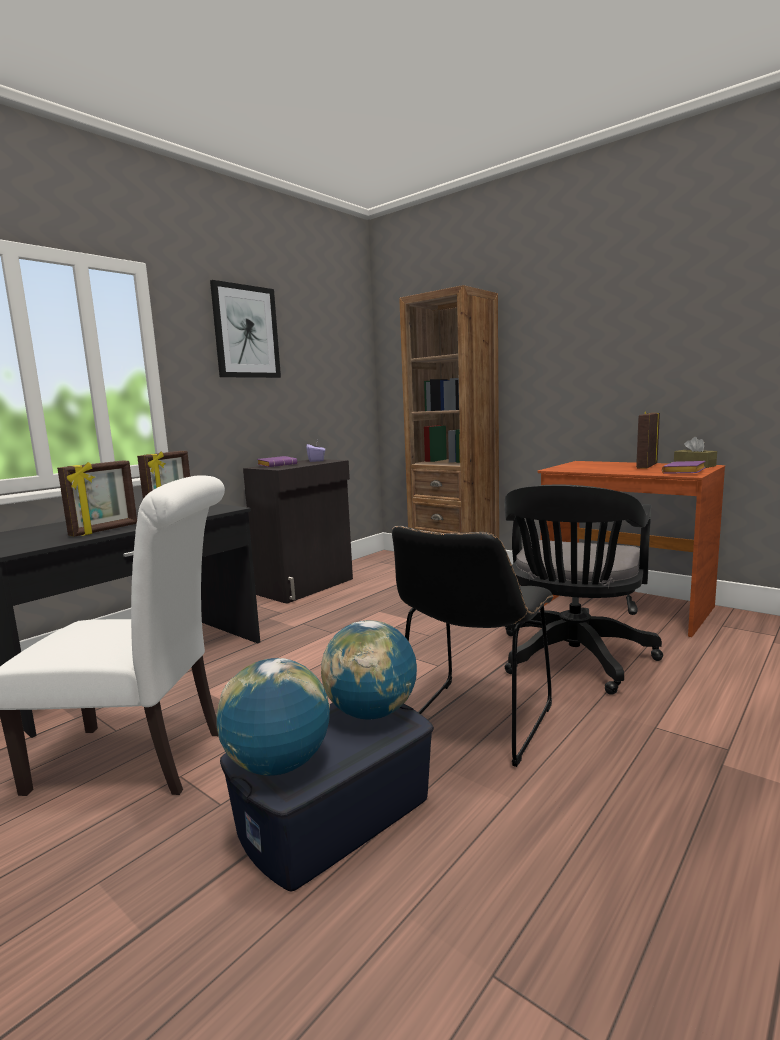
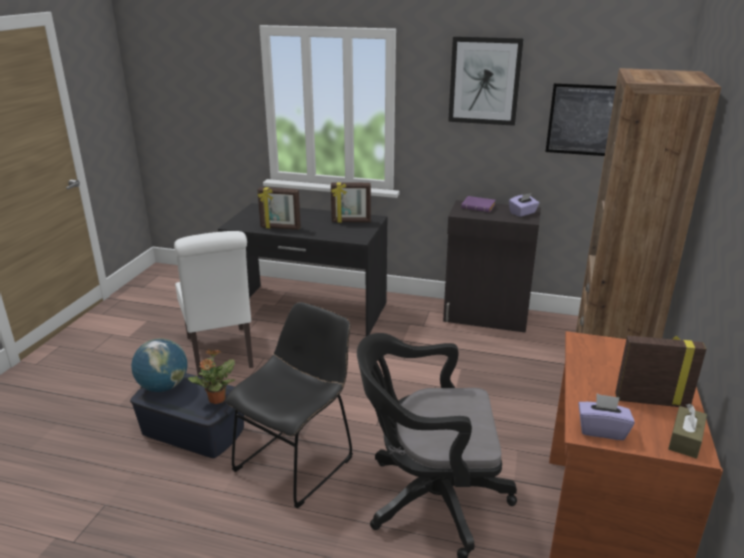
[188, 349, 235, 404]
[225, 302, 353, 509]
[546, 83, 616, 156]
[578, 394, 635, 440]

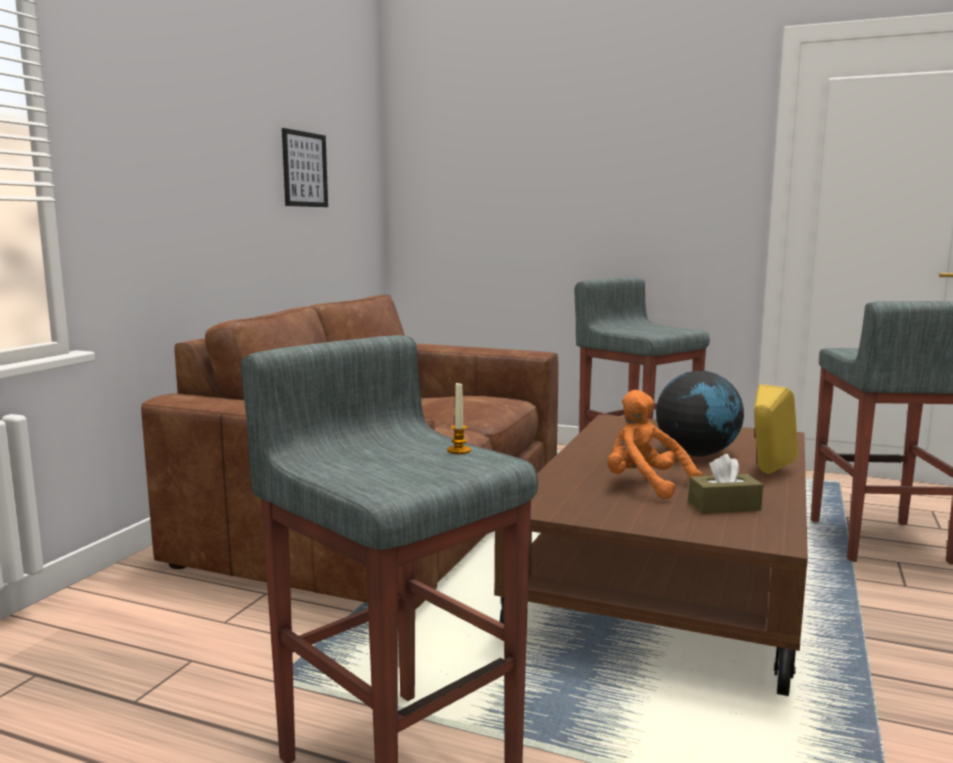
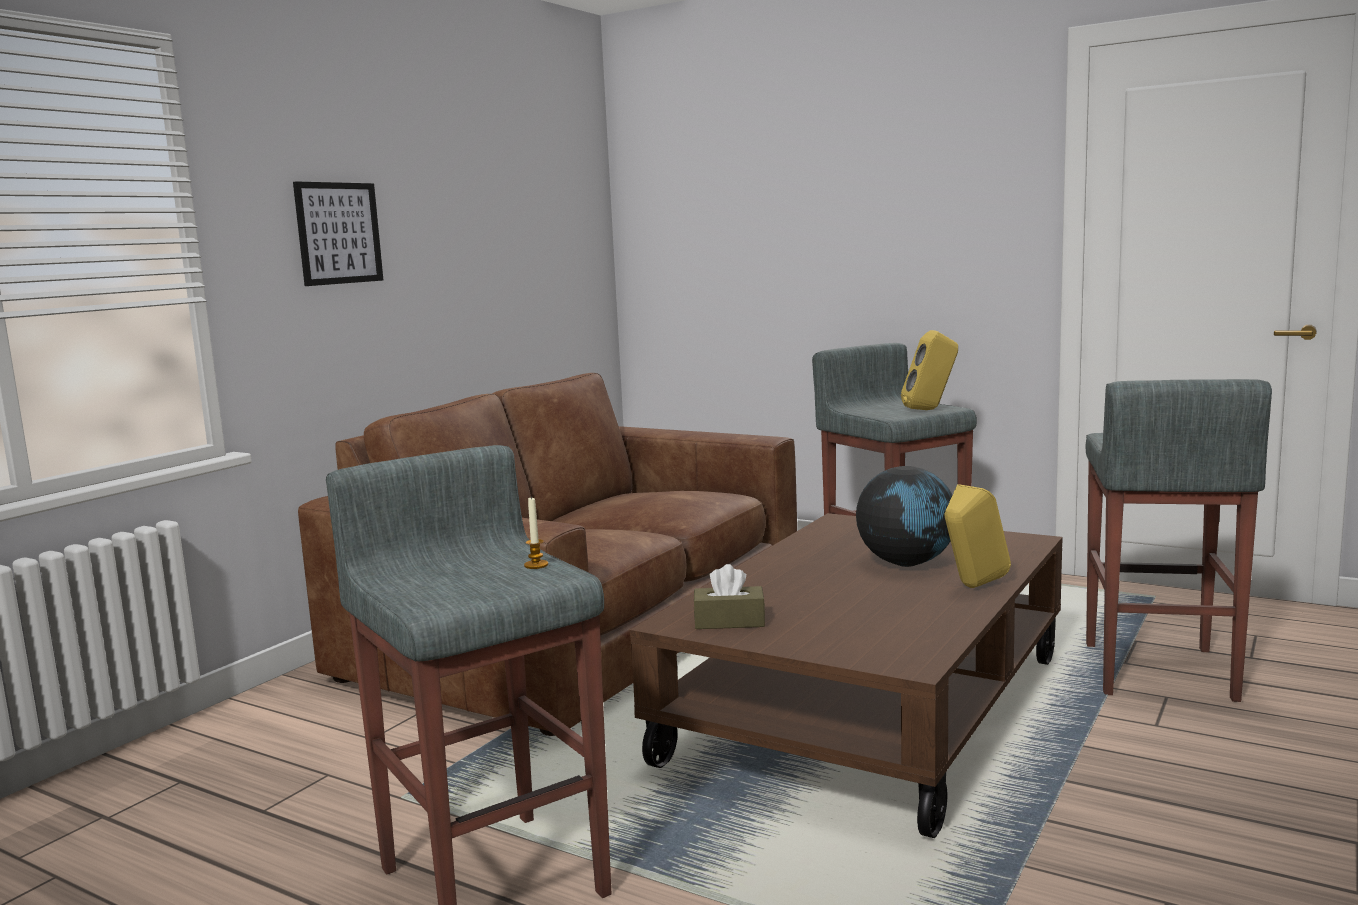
[293, 181, 383, 286]
[694, 564, 765, 629]
[901, 330, 958, 410]
[607, 390, 702, 499] (first image)

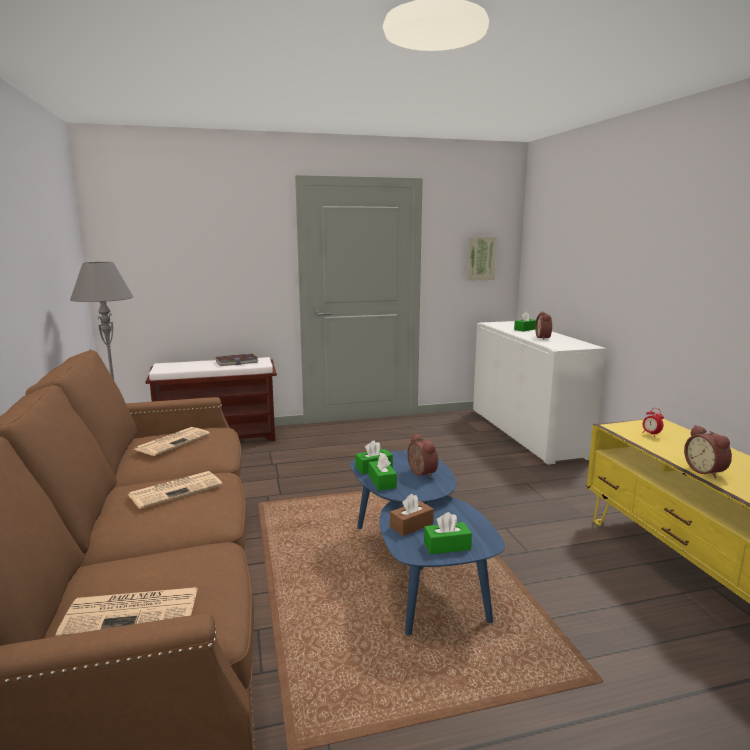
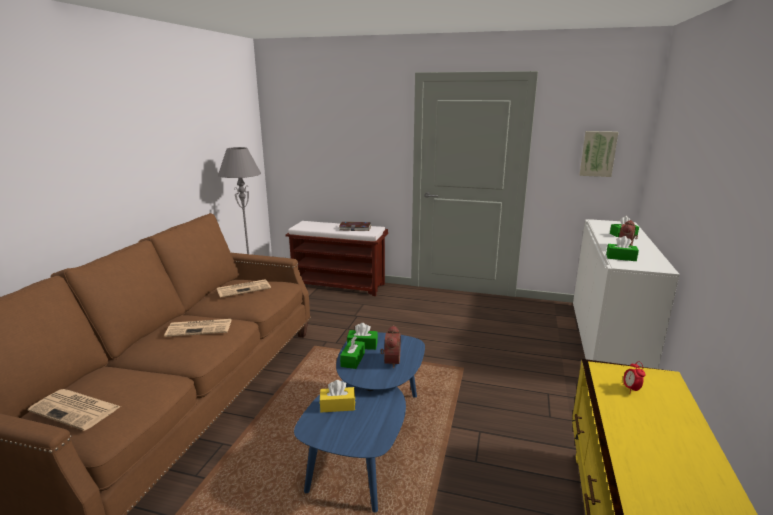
[320, 380, 355, 413]
[606, 236, 639, 261]
[684, 425, 732, 478] (first image)

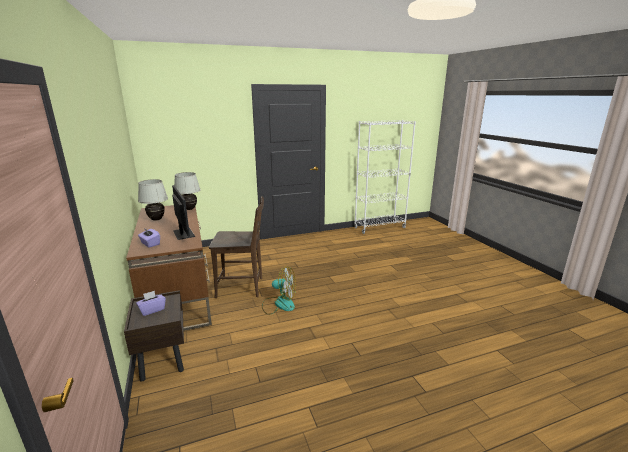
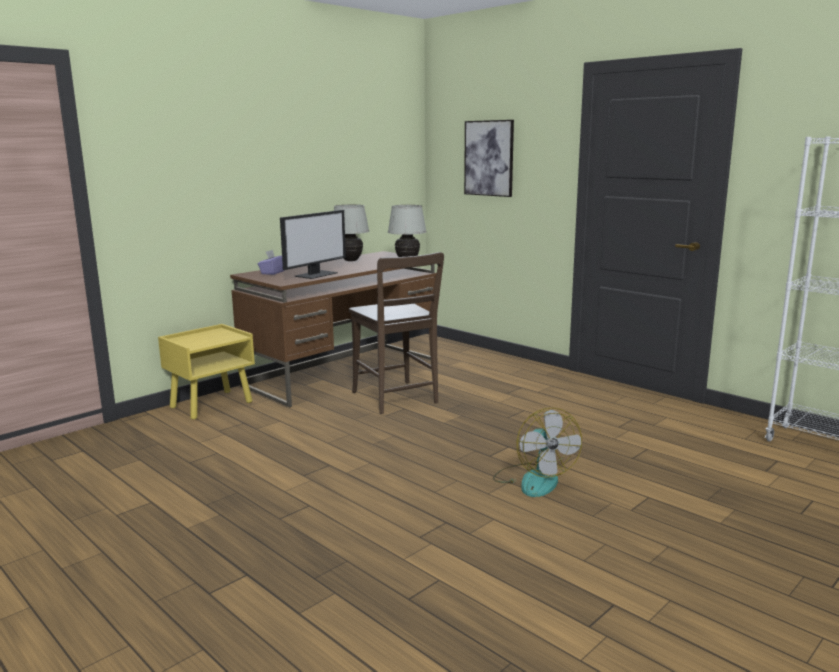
[158, 324, 255, 419]
[464, 120, 514, 197]
[493, 408, 582, 497]
[136, 291, 166, 316] (first image)

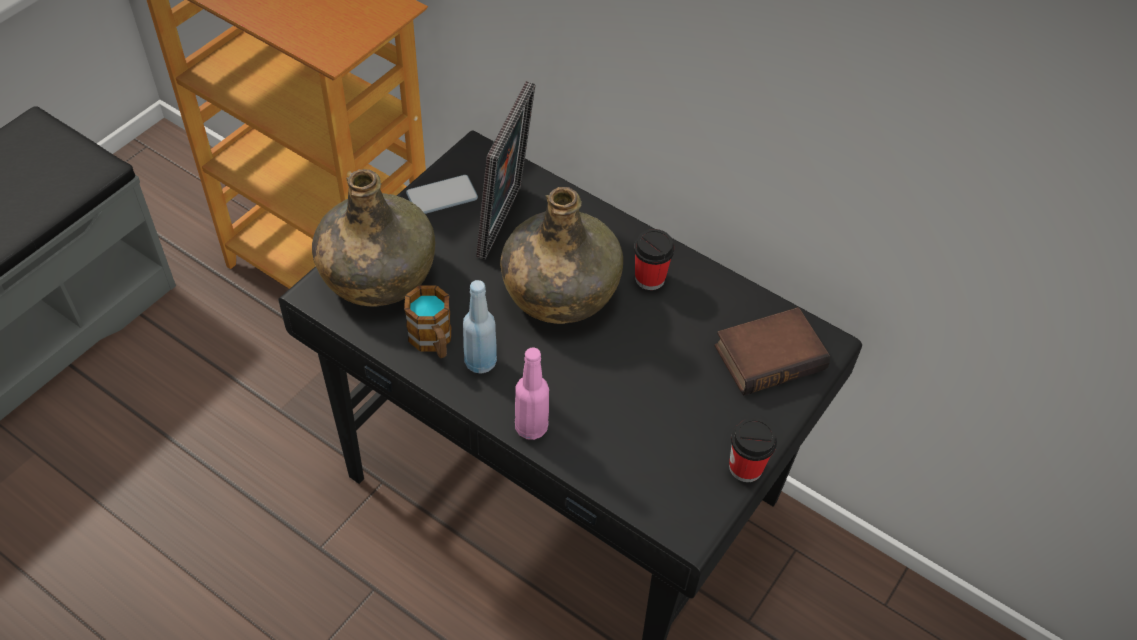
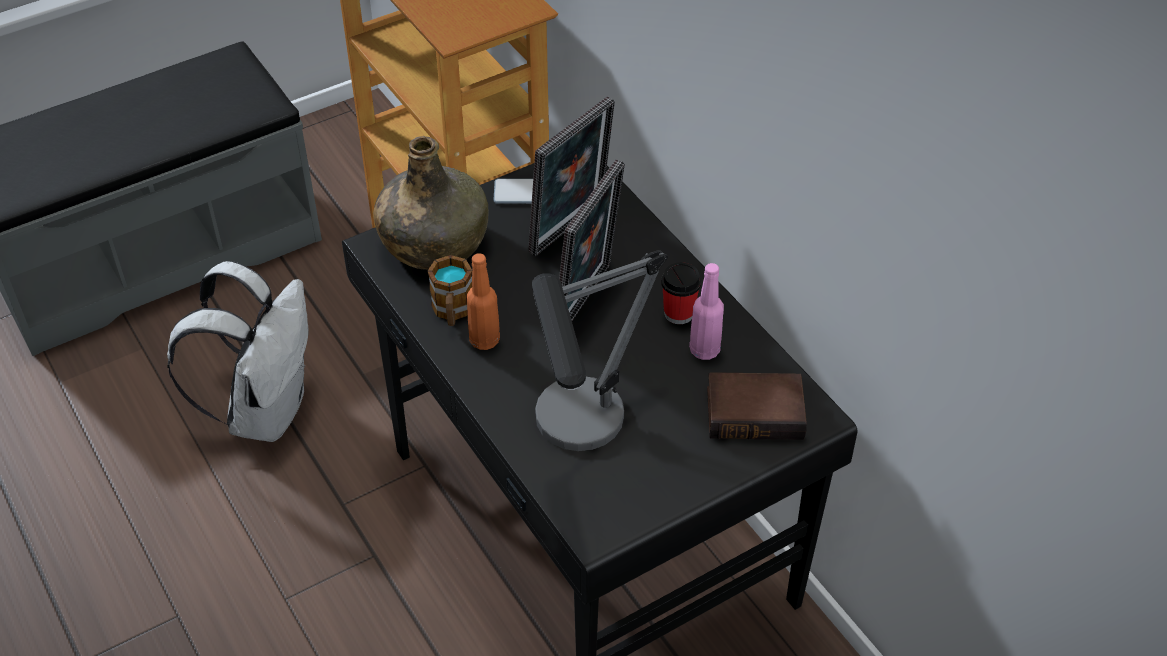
[167, 261, 308, 442]
[467, 253, 500, 350]
[532, 250, 668, 451]
[559, 160, 625, 321]
[689, 263, 724, 360]
[729, 418, 777, 482] (first image)

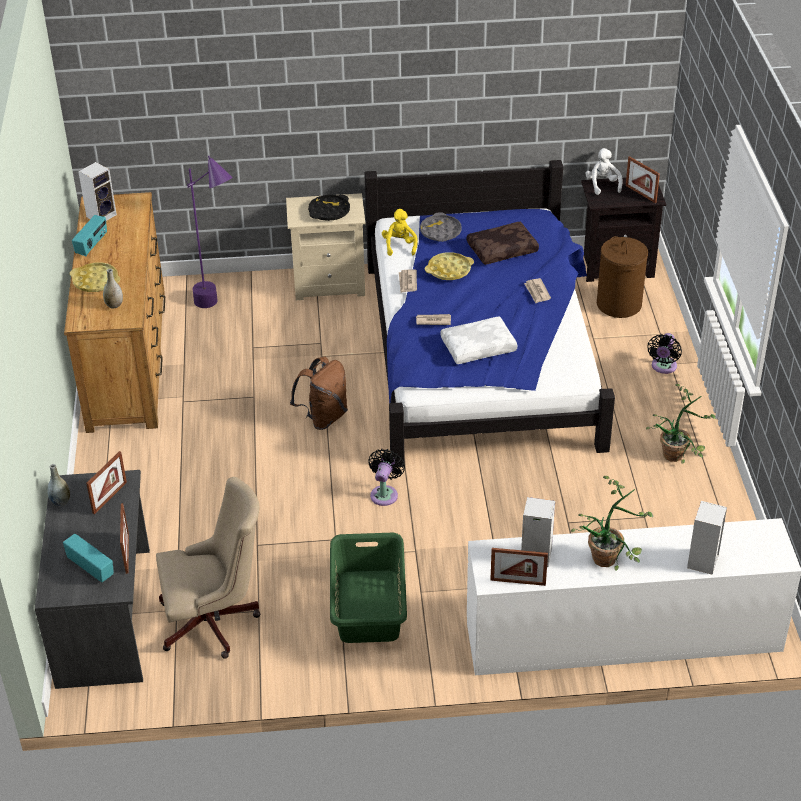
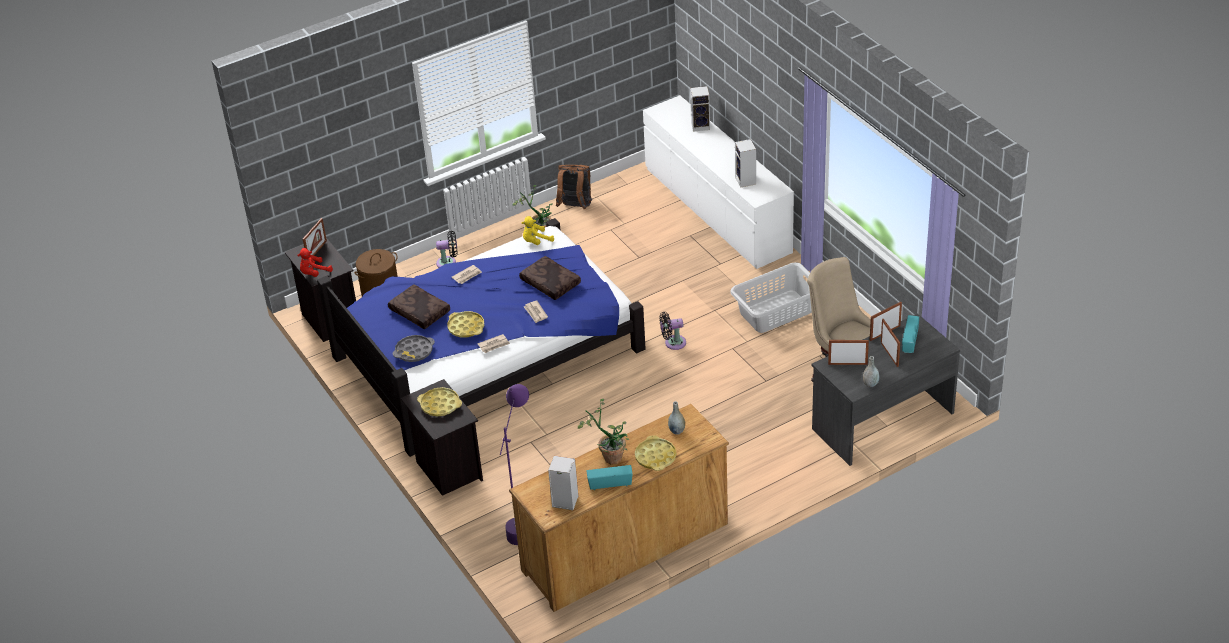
[297, 248, 333, 277]
[401, 379, 483, 496]
[417, 387, 462, 416]
[519, 256, 581, 300]
[522, 216, 554, 245]
[556, 165, 592, 209]
[578, 399, 630, 465]
[730, 262, 812, 333]
[881, 319, 900, 367]

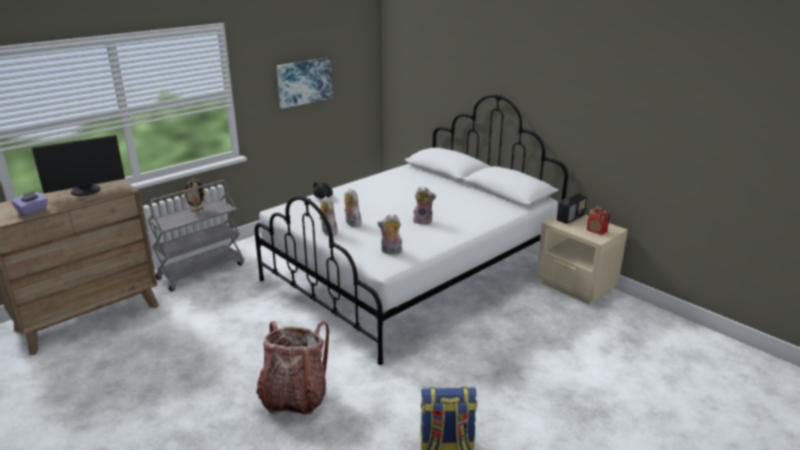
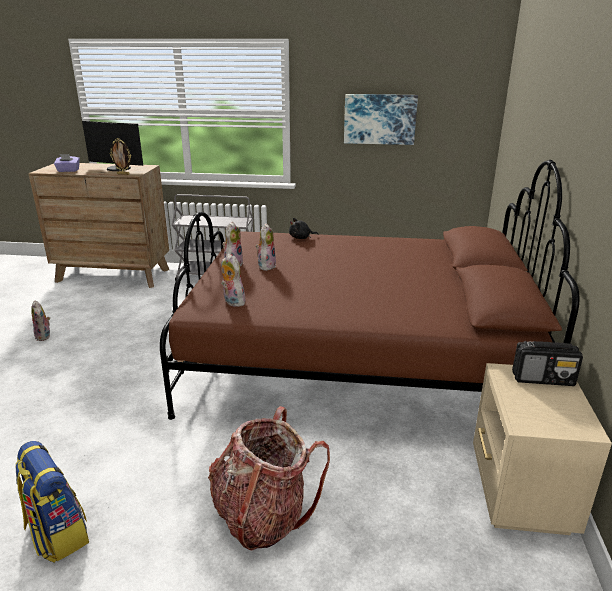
[31, 301, 50, 341]
[110, 138, 131, 175]
[160, 160, 579, 420]
[208, 406, 330, 551]
[587, 206, 610, 235] (first image)

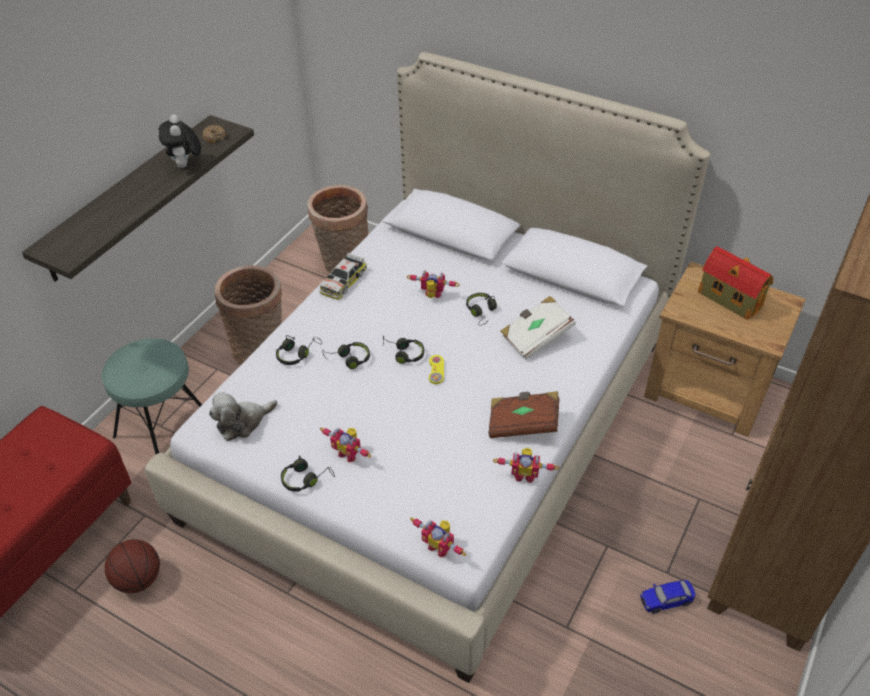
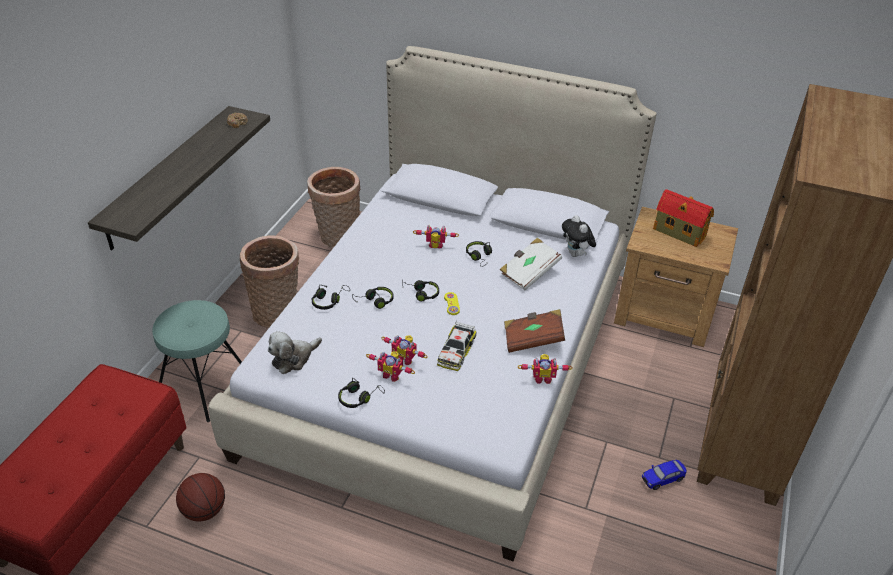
[381, 335, 428, 365]
[437, 321, 477, 371]
[562, 215, 596, 257]

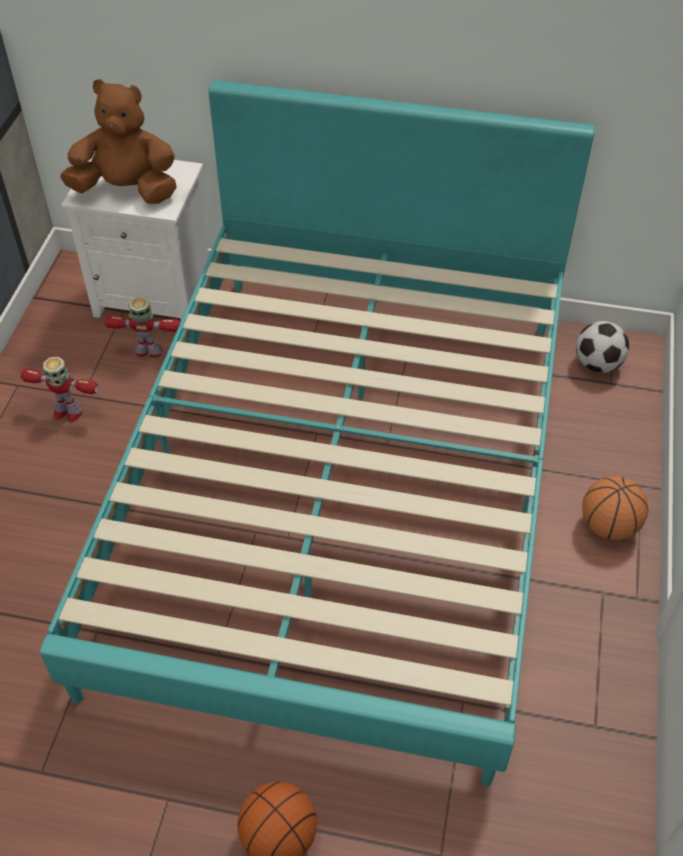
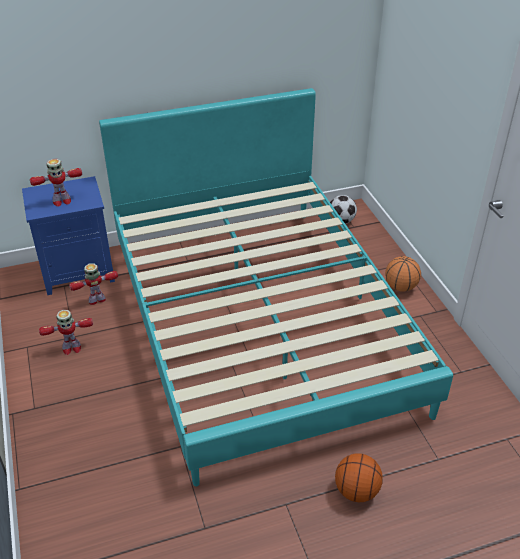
[22, 176, 115, 295]
[30, 159, 82, 207]

